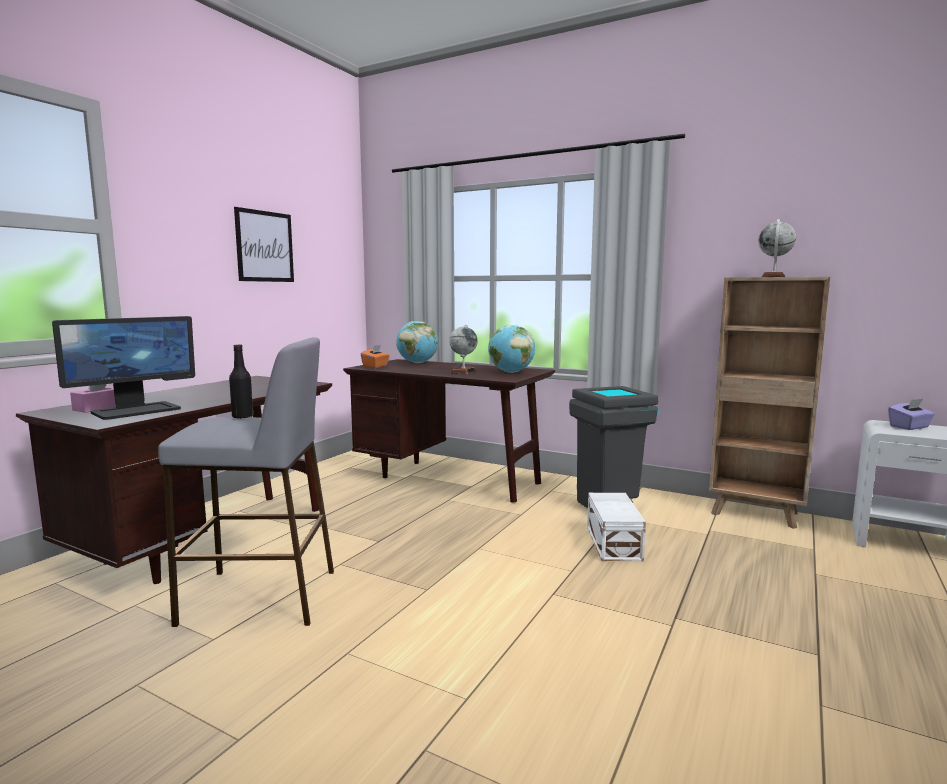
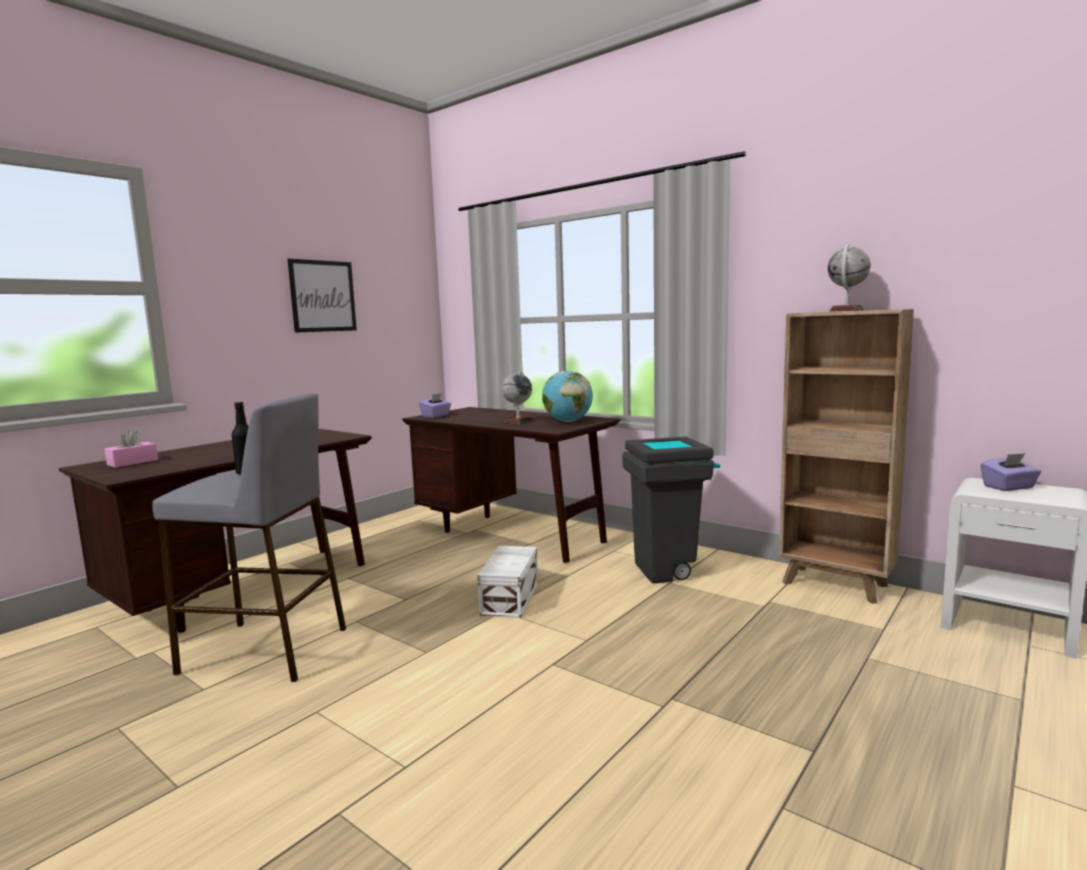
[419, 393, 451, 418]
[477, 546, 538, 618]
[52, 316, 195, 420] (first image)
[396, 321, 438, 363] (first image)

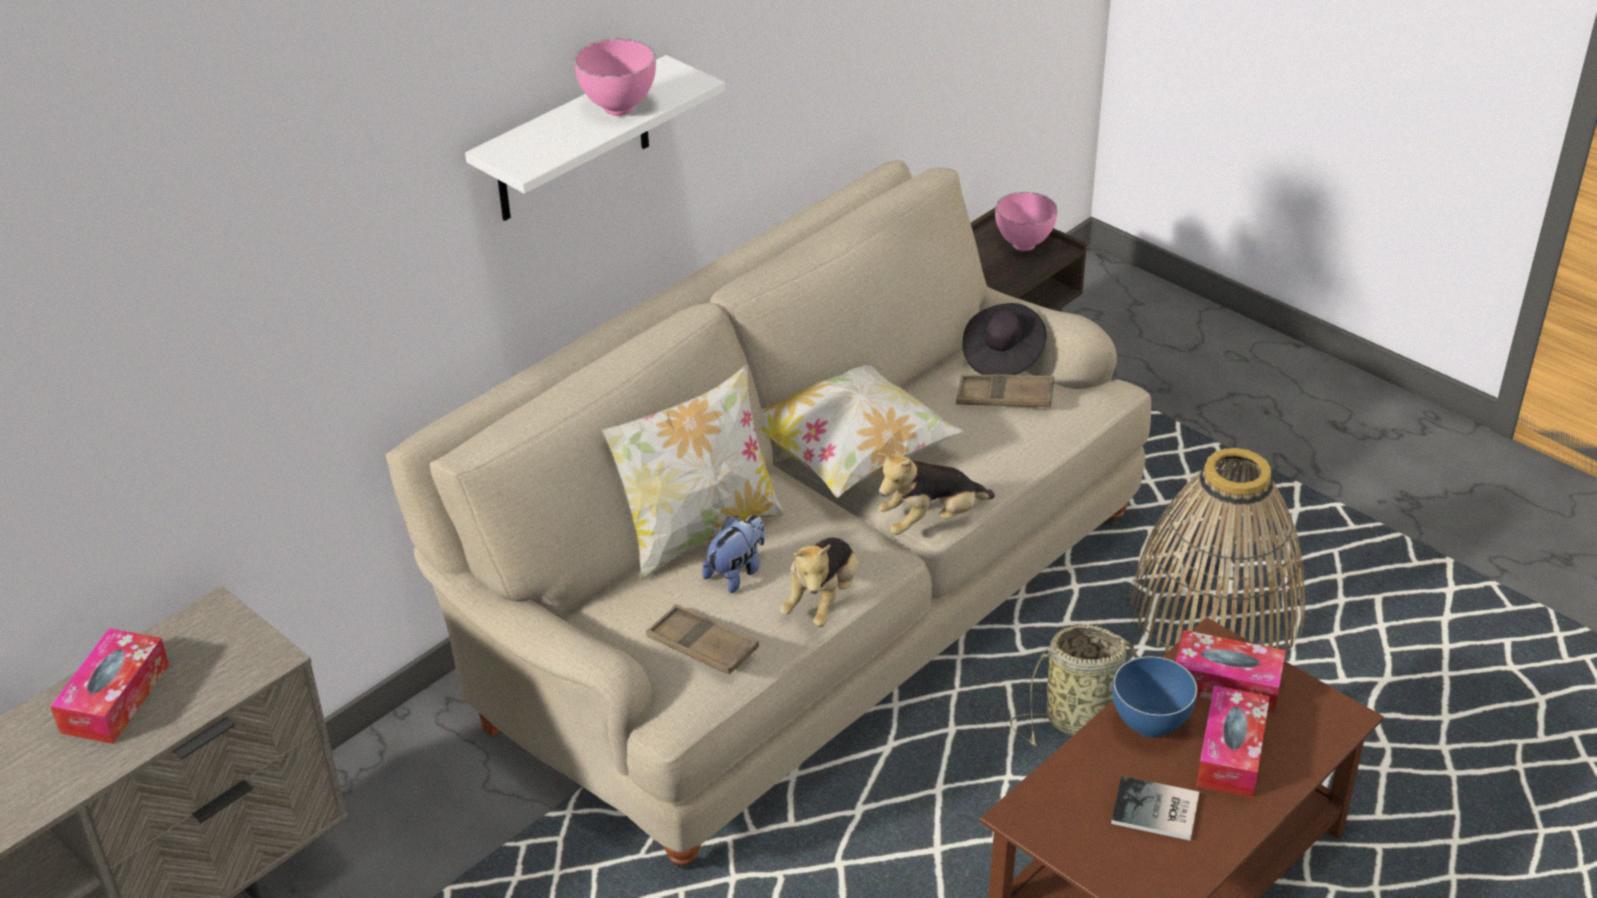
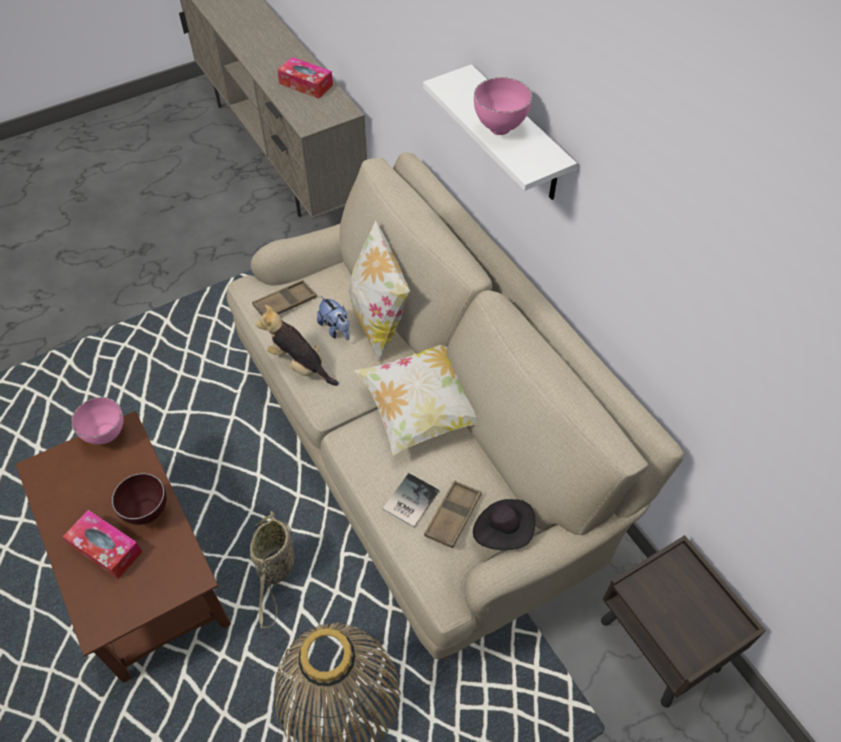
[71, 397, 124, 445]
[112, 473, 166, 525]
[383, 473, 439, 528]
[878, 452, 995, 535] (first image)
[1176, 630, 1286, 713] (first image)

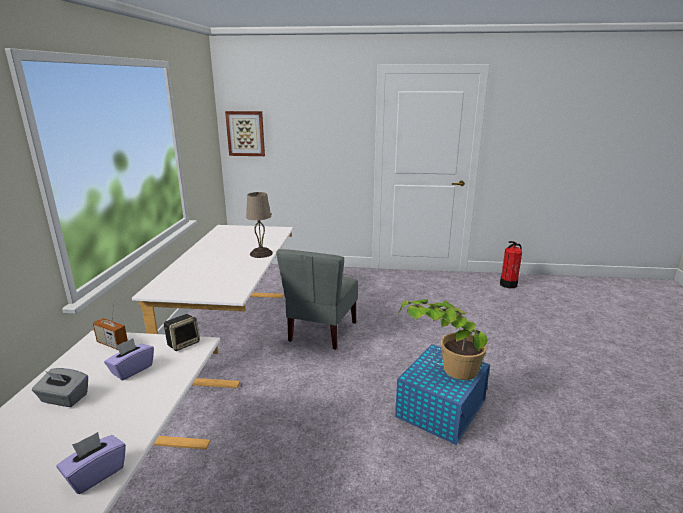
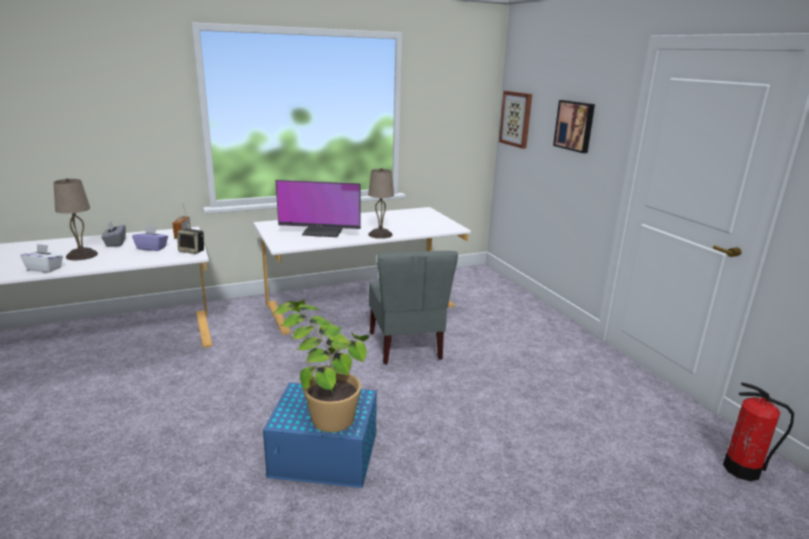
[20, 244, 63, 273]
[53, 178, 98, 260]
[276, 180, 361, 237]
[369, 251, 458, 364]
[553, 100, 595, 153]

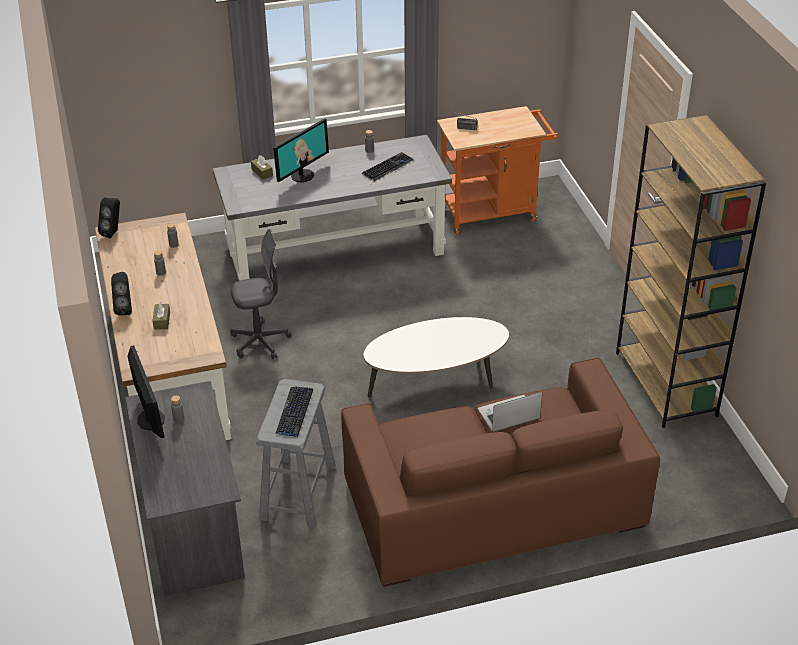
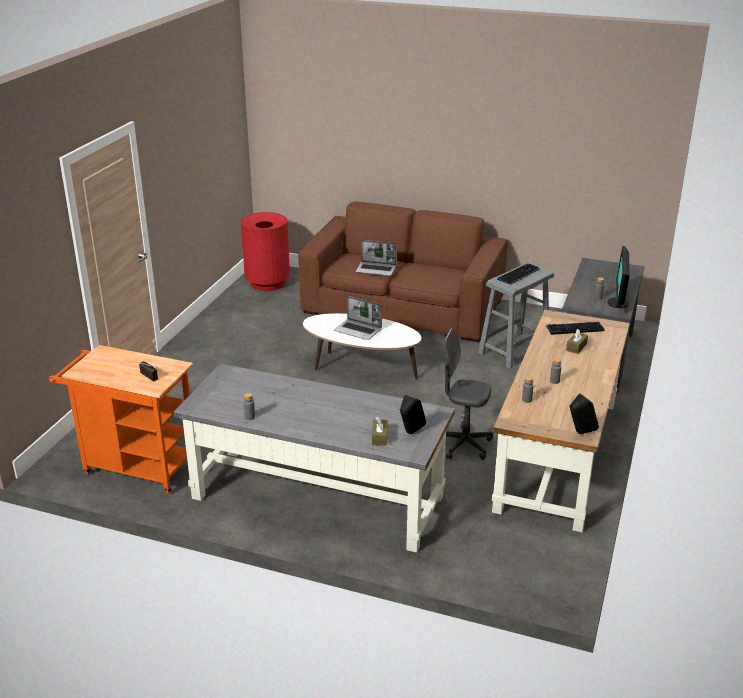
[241, 212, 290, 291]
[334, 296, 382, 340]
[400, 395, 426, 434]
[545, 322, 605, 335]
[273, 118, 329, 182] (first image)
[616, 115, 766, 428] (first image)

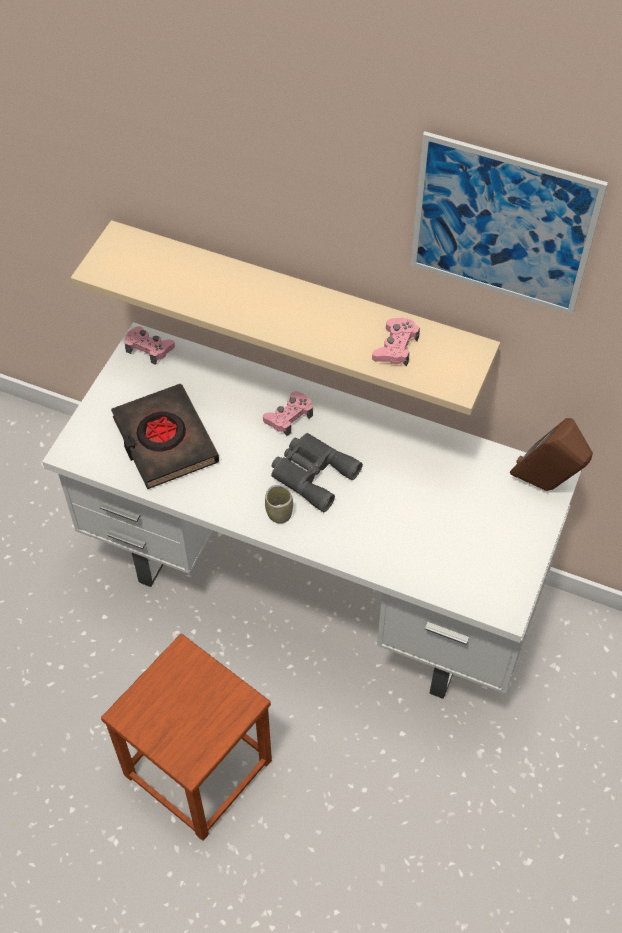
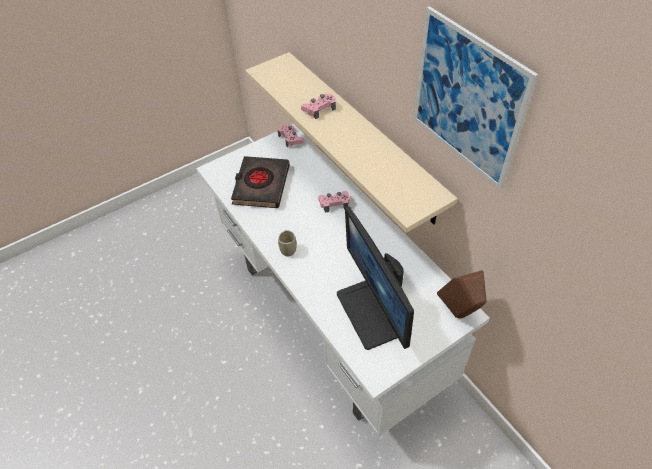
[301, 94, 336, 119]
[337, 206, 414, 350]
[101, 634, 272, 841] (first image)
[271, 433, 363, 512] (first image)

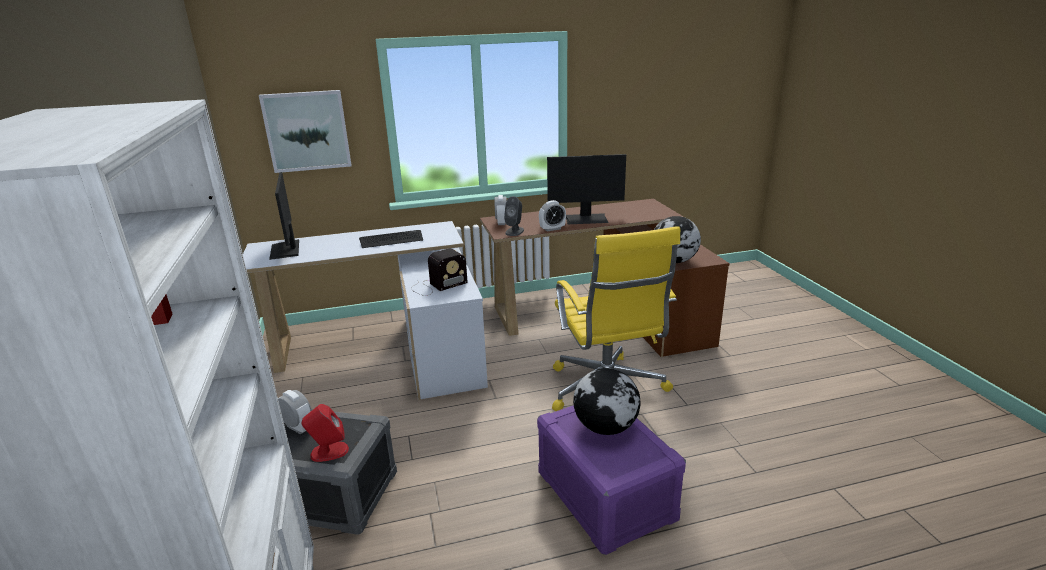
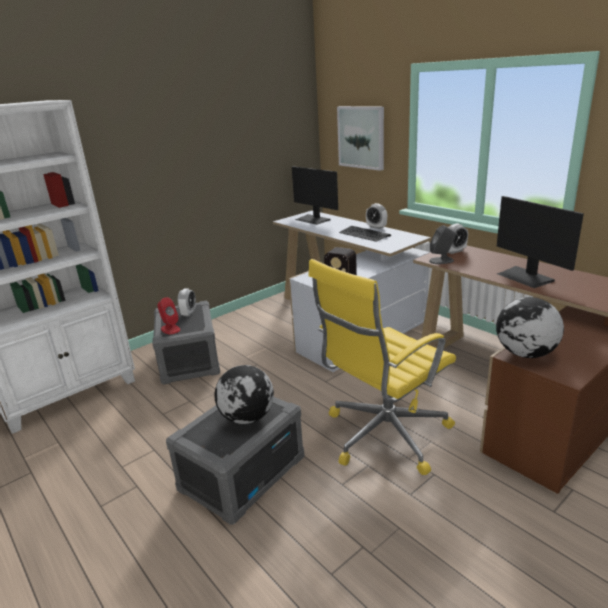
[166, 397, 304, 525]
[292, 166, 338, 225]
[366, 203, 387, 229]

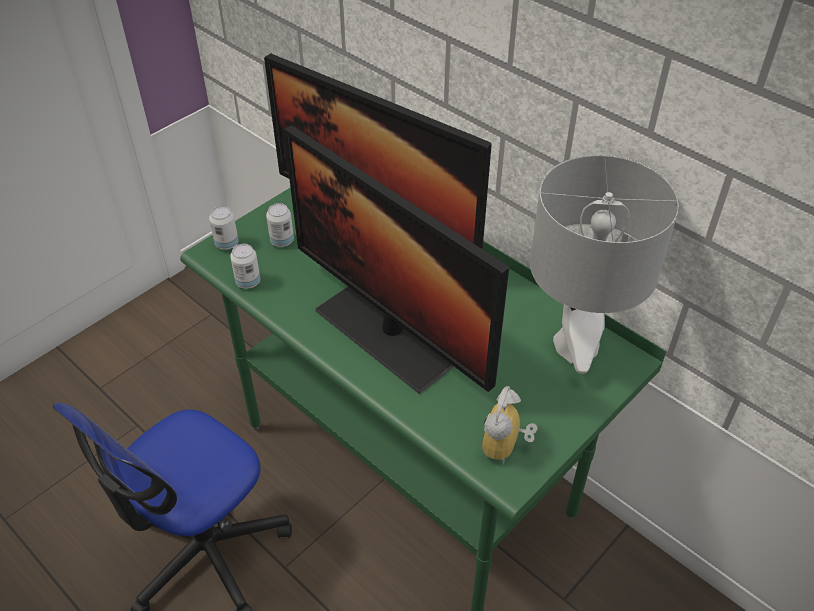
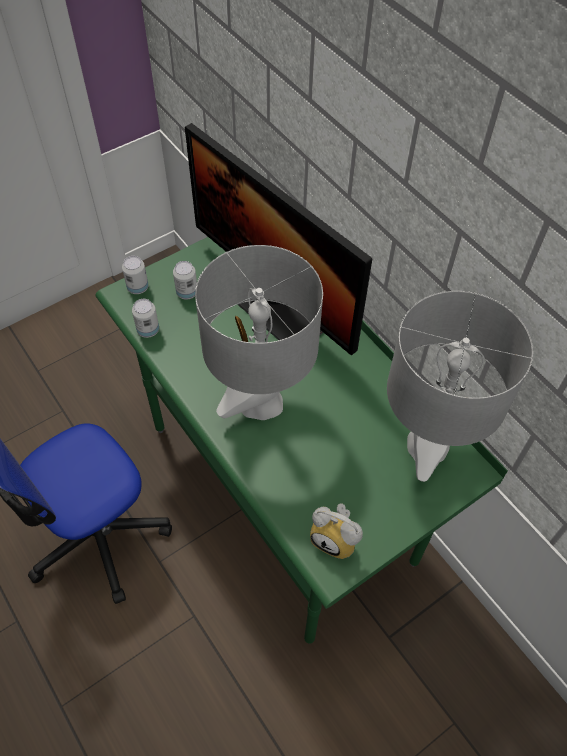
[195, 245, 323, 420]
[310, 504, 363, 559]

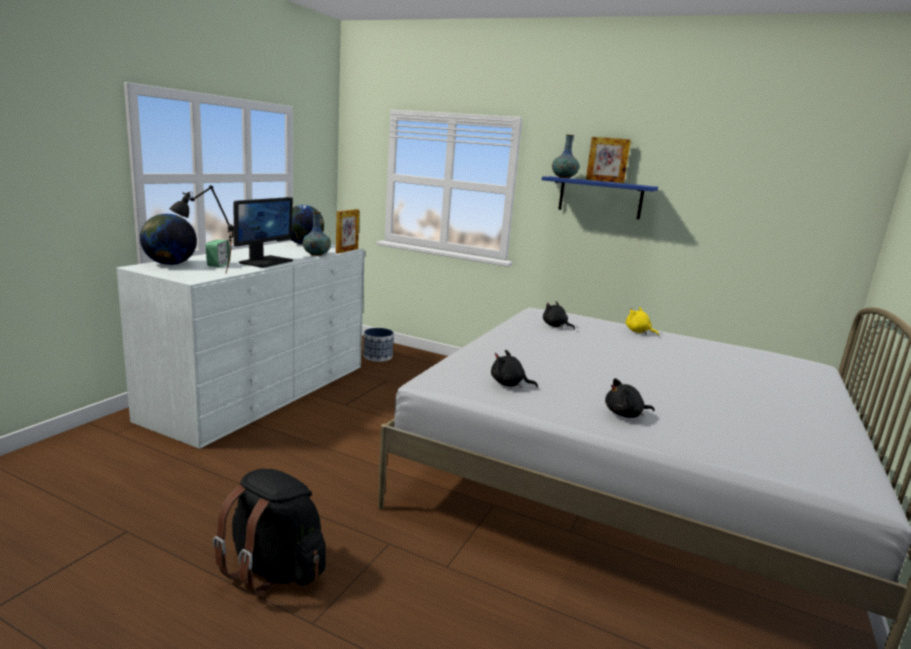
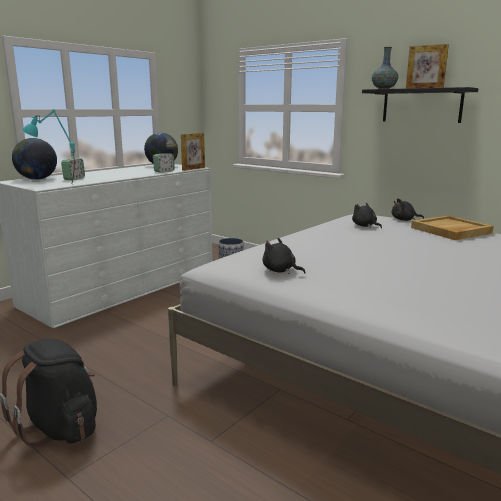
[22, 109, 75, 184]
[153, 153, 175, 173]
[362, 87, 478, 123]
[392, 198, 424, 221]
[411, 215, 494, 240]
[234, 197, 293, 268] (first image)

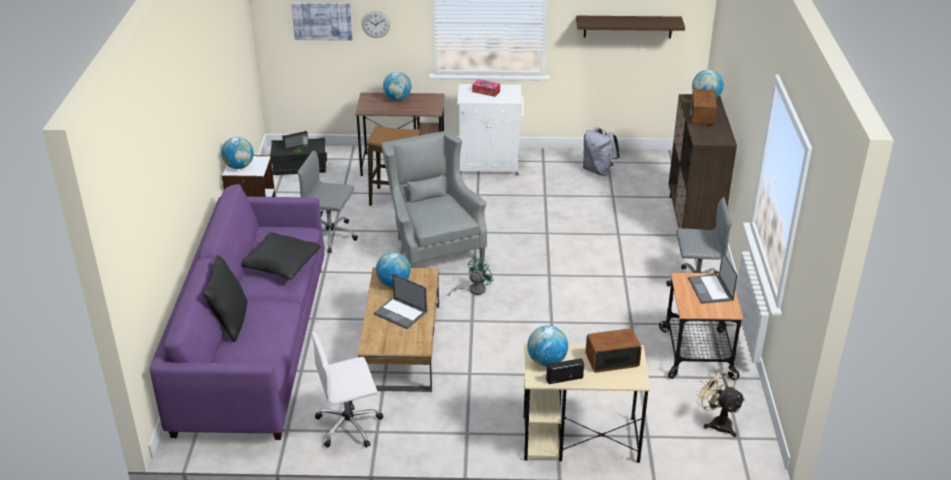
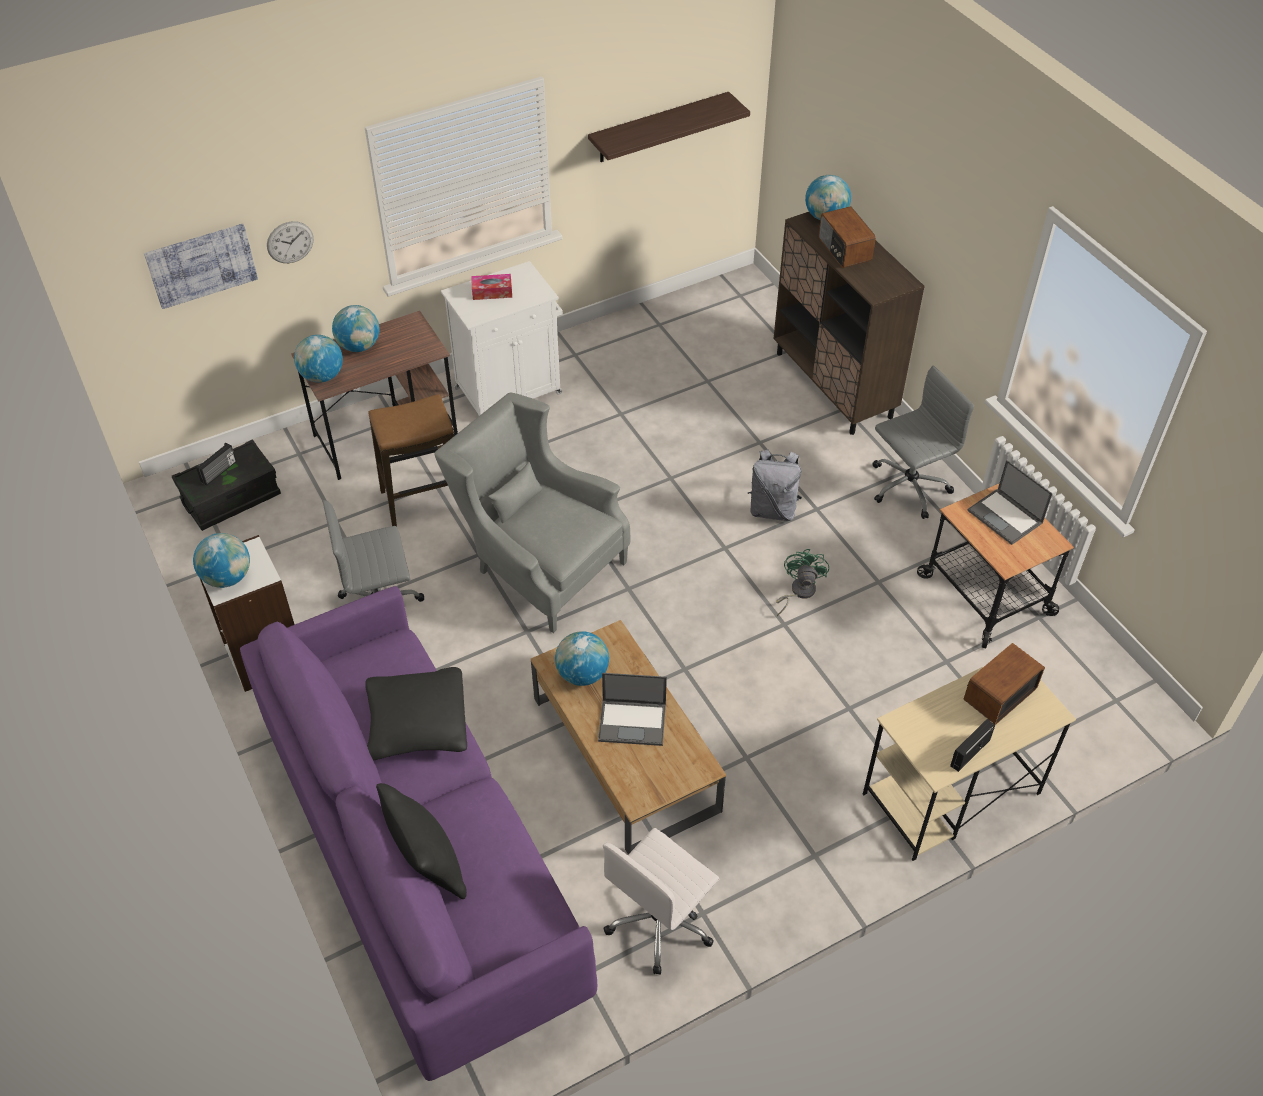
[294, 335, 343, 383]
[748, 449, 802, 521]
[776, 549, 829, 616]
[695, 365, 745, 437] (first image)

